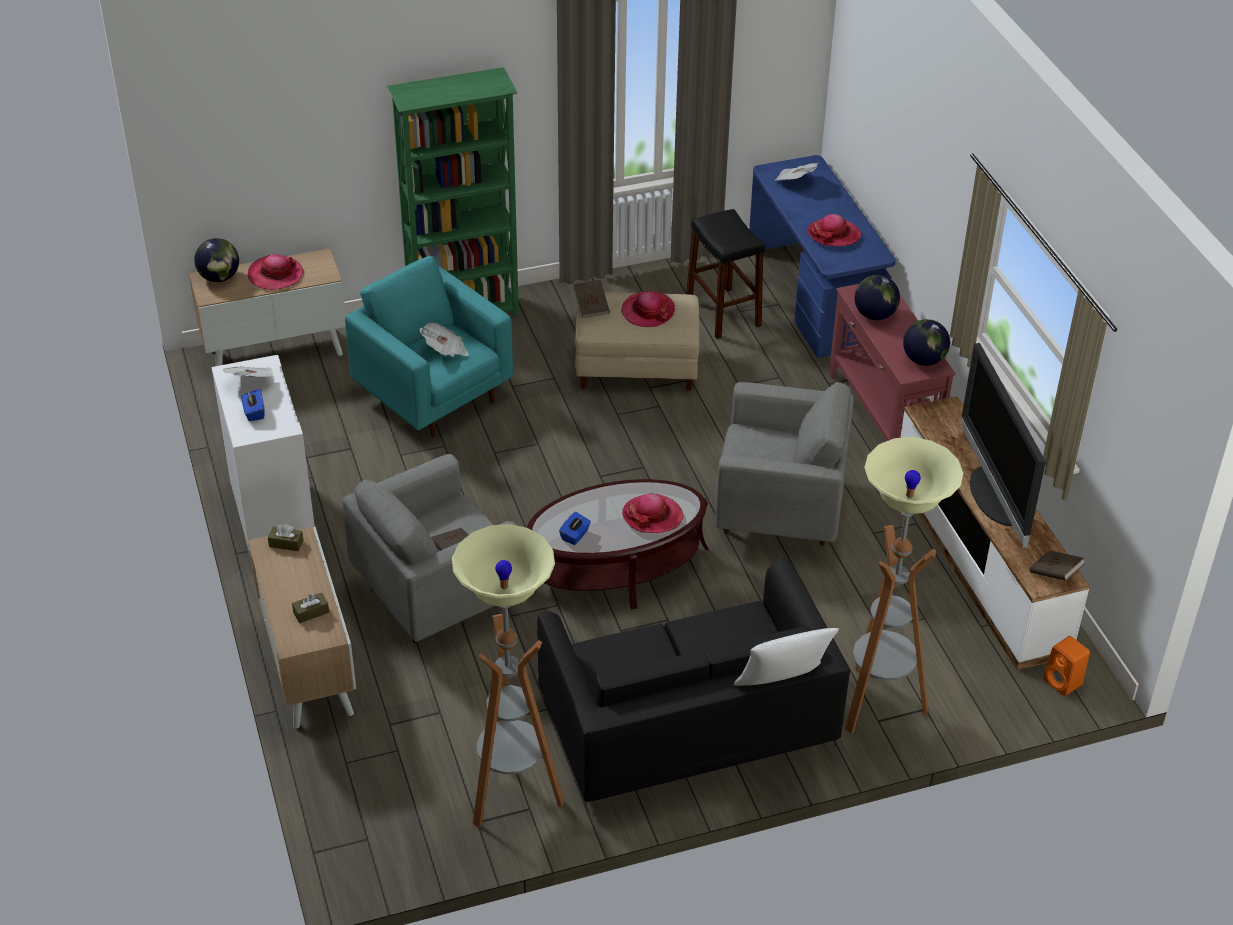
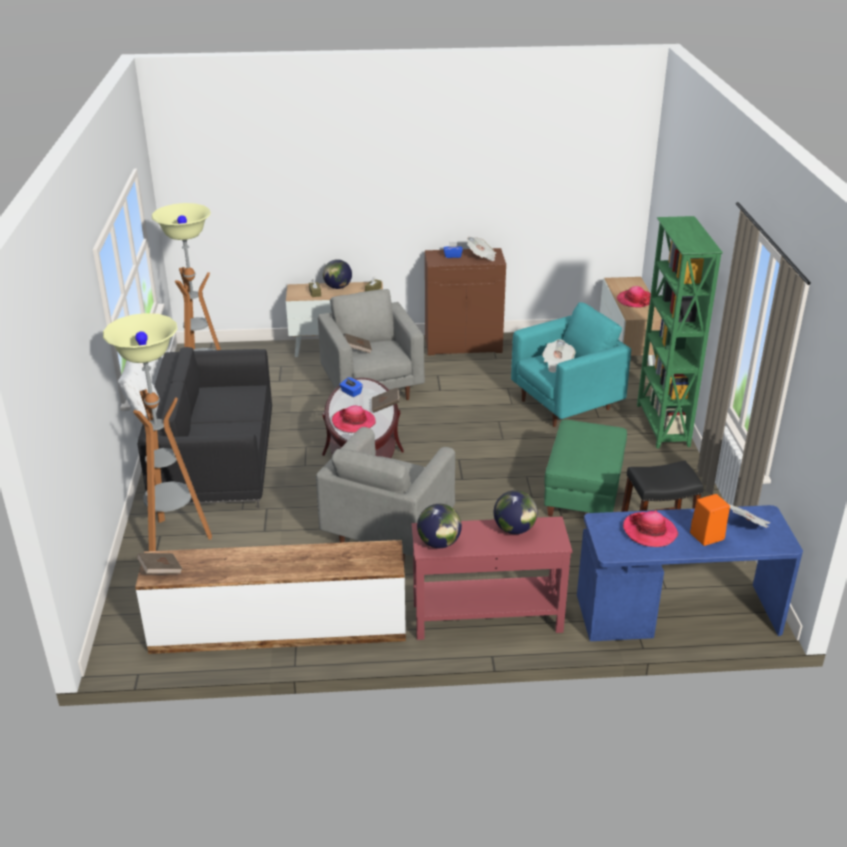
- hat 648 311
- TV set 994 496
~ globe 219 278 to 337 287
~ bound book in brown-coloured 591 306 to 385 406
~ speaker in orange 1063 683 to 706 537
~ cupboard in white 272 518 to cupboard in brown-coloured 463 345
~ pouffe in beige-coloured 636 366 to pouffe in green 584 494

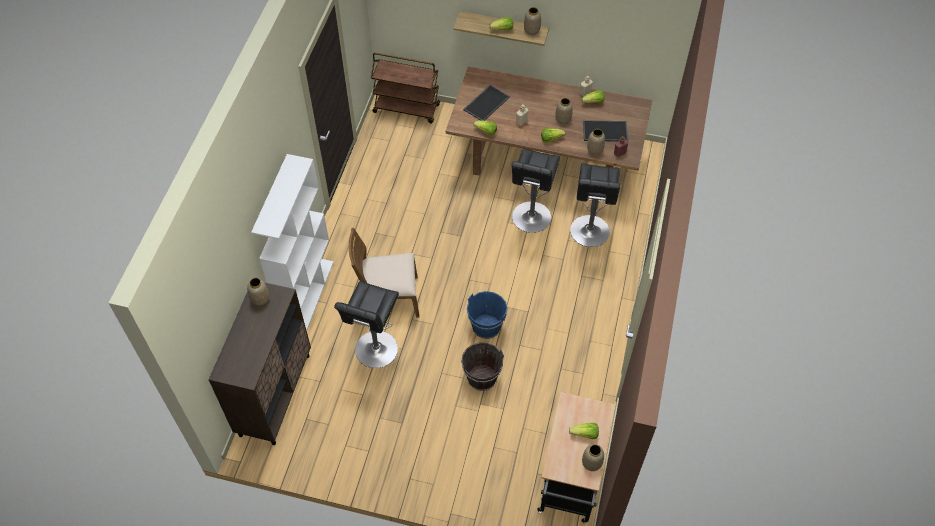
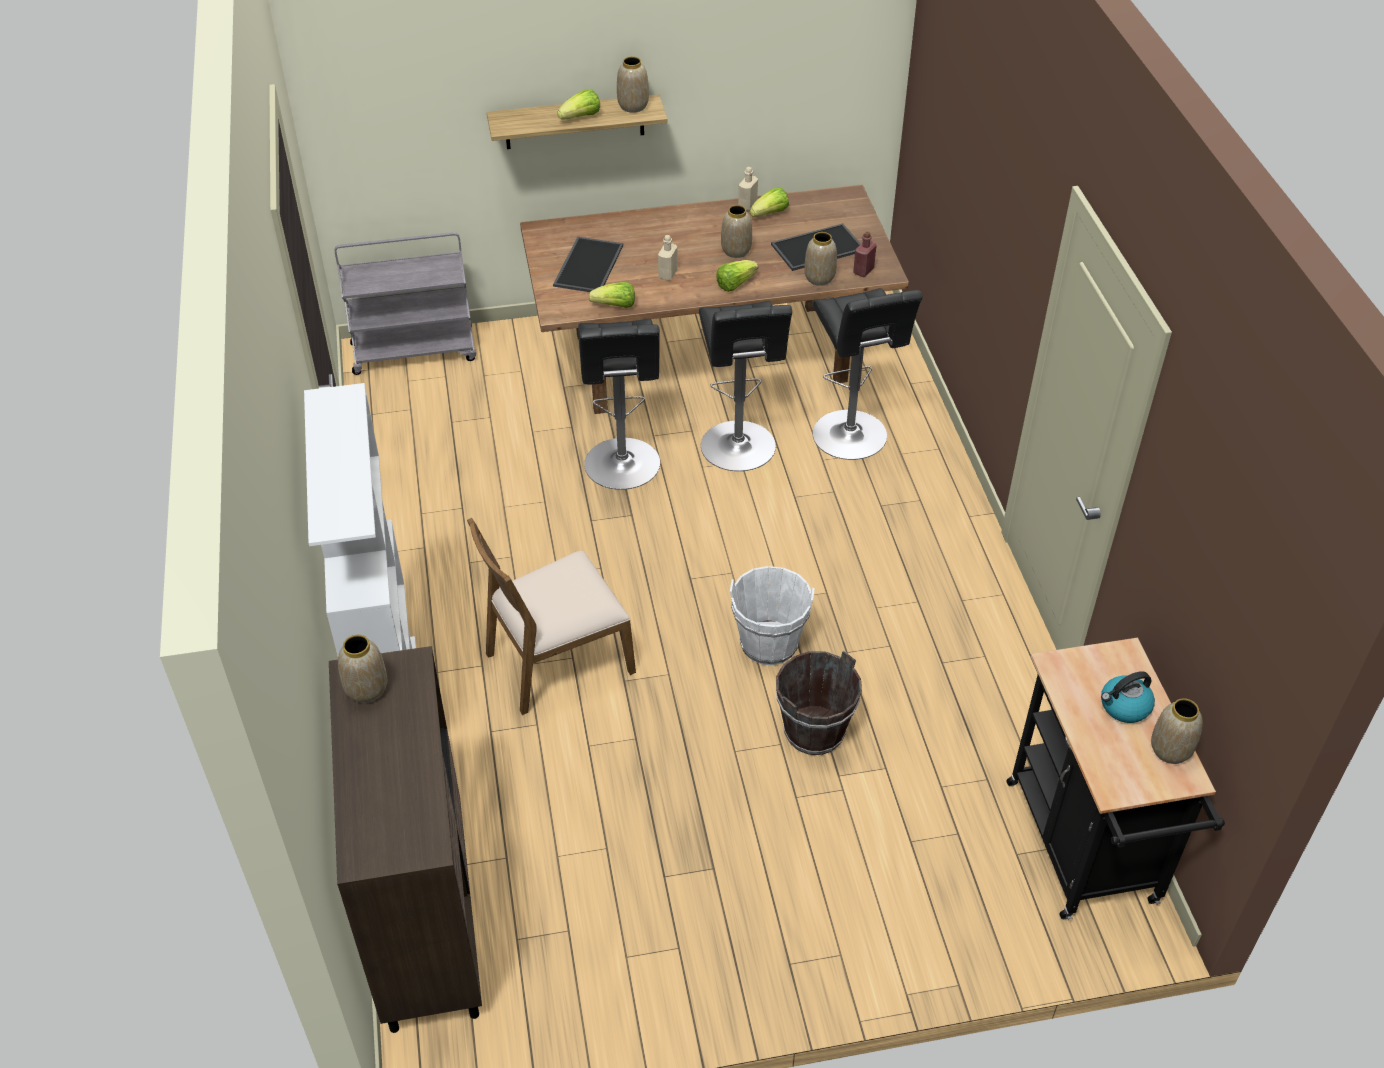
~ sitting stool in blackish 375 352 to 623 467
~ head of lettuce 585 434 to tea kettle 1124 707
~ wheeled cart in brown-coloured 407 108 to wheeled cart in gray 415 351
~ water bucket in bluish 486 327 to water bucket in white 768 644

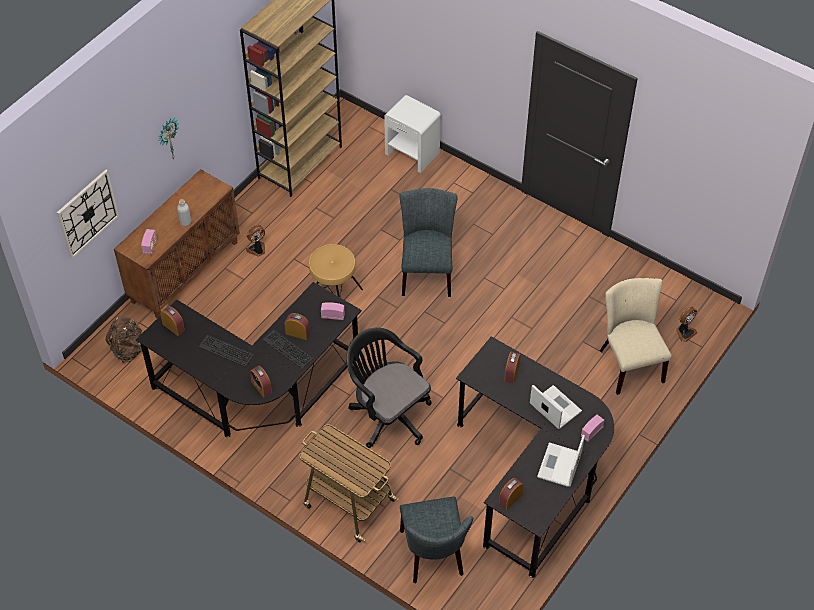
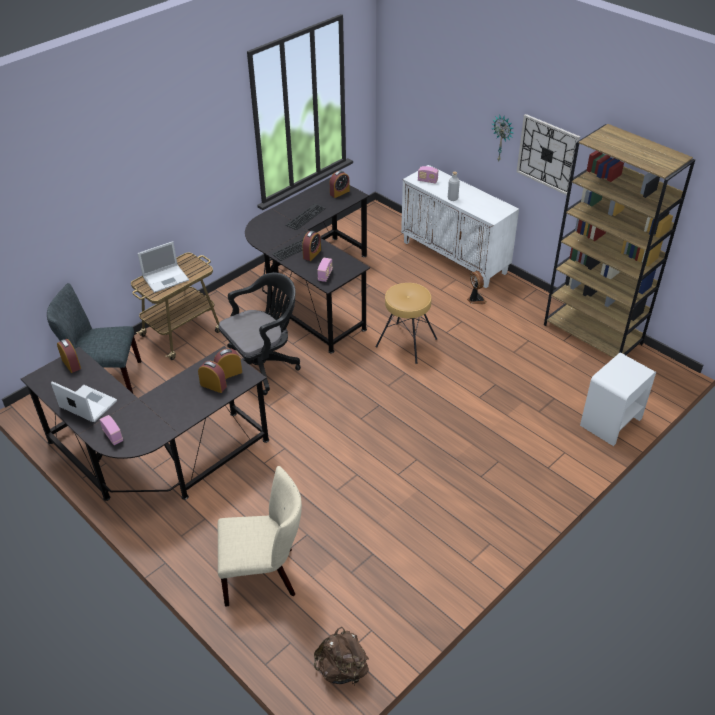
- upright chair in gray 426 271
- fan 684 332
~ hanging clock 87 213 to 547 154
~ knapsack in brown-coloured 128 349 to 342 669
~ alarm clock 261 387 to 229 373
~ portable computer 554 407 to 166 278
~ cupboard in brown-coloured 185 271 to cupboard in white 455 257

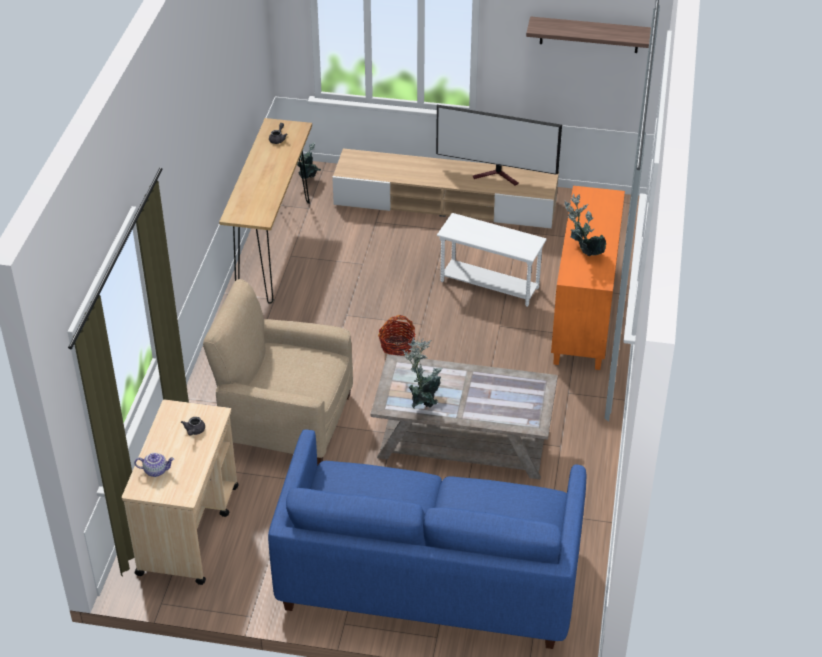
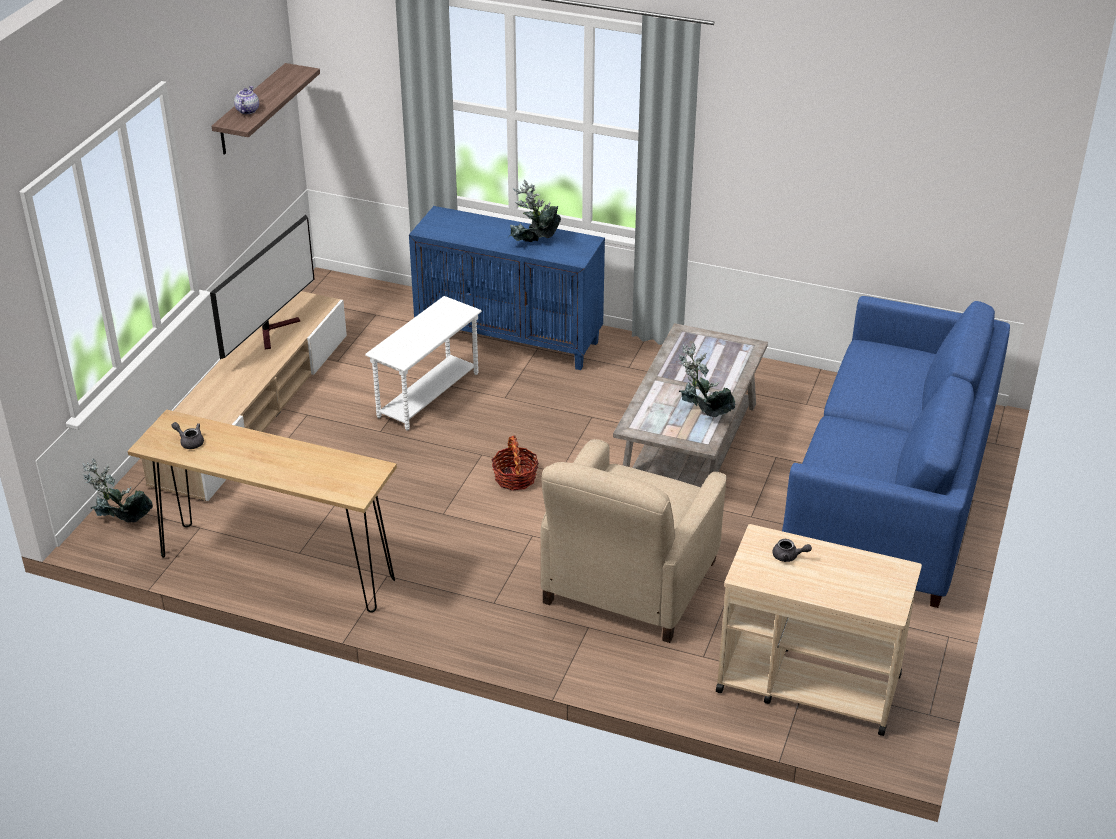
~ teapot 156 470 to 247 110
~ cupboard in orange 584 317 to cupboard in bluish 510 338

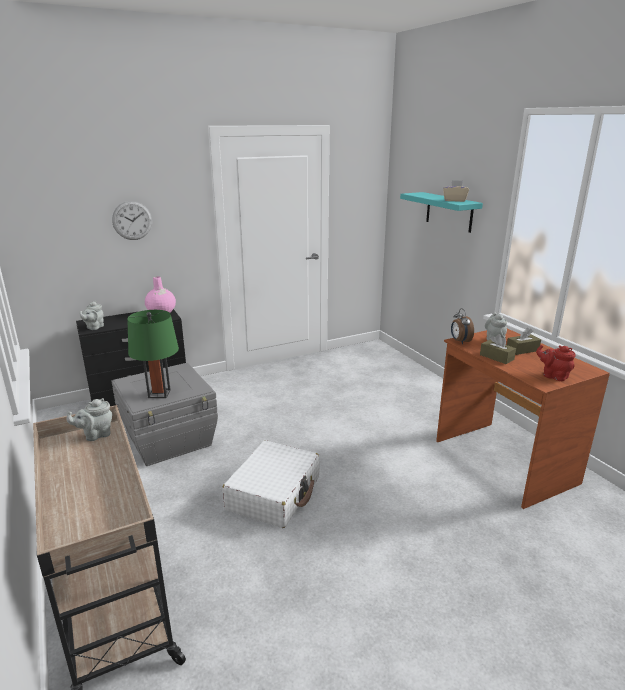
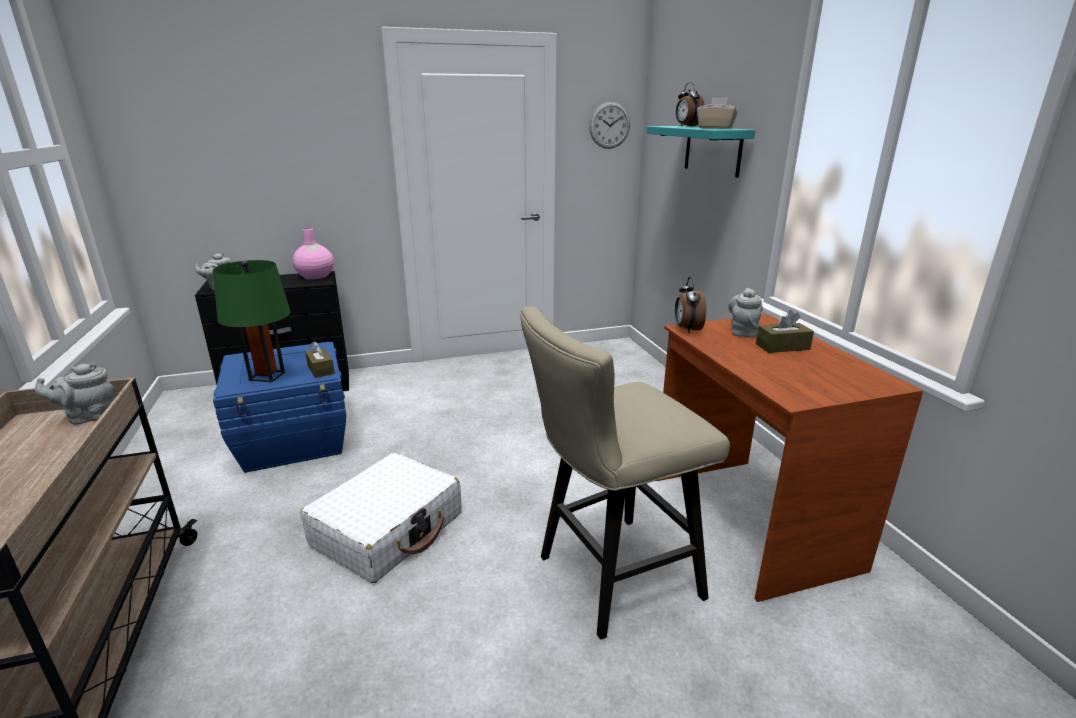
- teapot in reddish 553 376
+ sitting stool in beige-coloured 608 579
+ alarm clock 687 126
~ hanging clock 132 220 to 609 125
~ tissue holder in brown-coloured 496 357 to 320 369
~ storage bin in gray 170 439 to storage bin in bluish 294 441

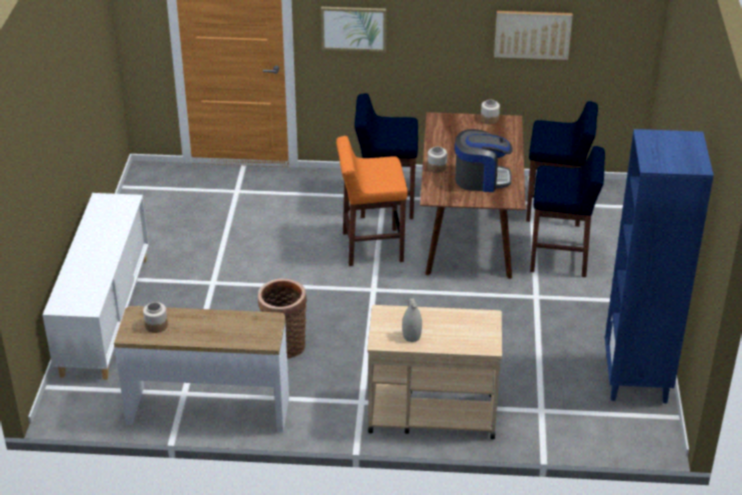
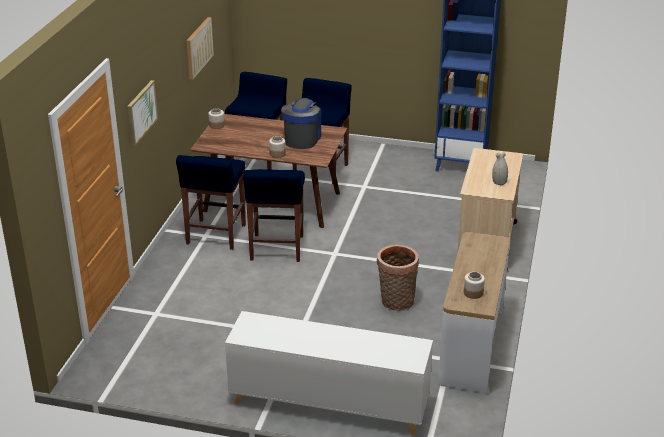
~ sitting stool in orange 371 247 to sitting stool in bluish 276 249

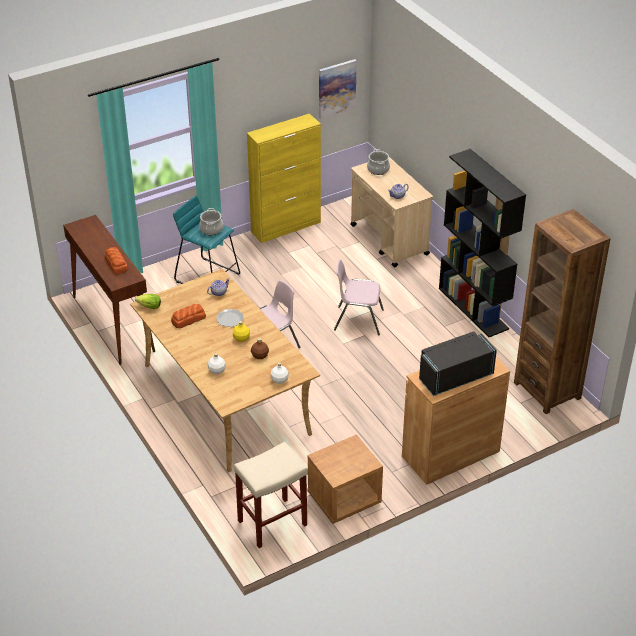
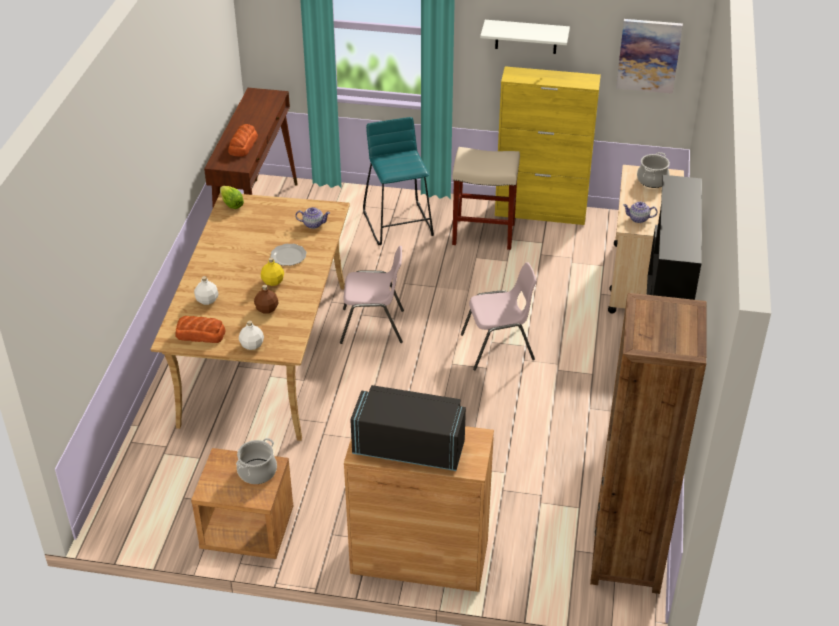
+ bracket shelf in white 526 36
~ bakery bread 188 319 to 200 334
~ stockpot 211 229 to 257 471
~ sitting stool in beige-coloured 271 523 to 482 234
~ upright chair in pink 358 320 = 498 348 120 degrees clockwise

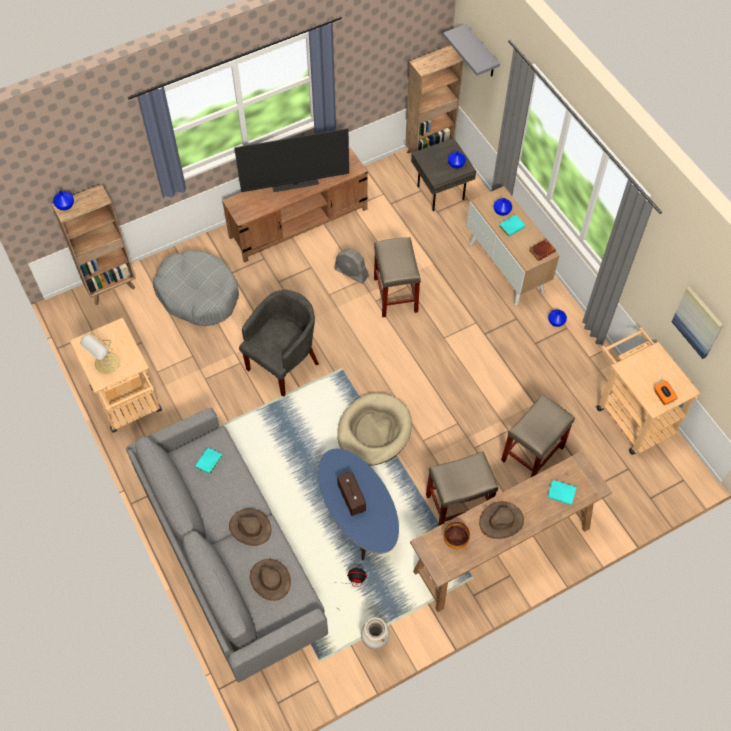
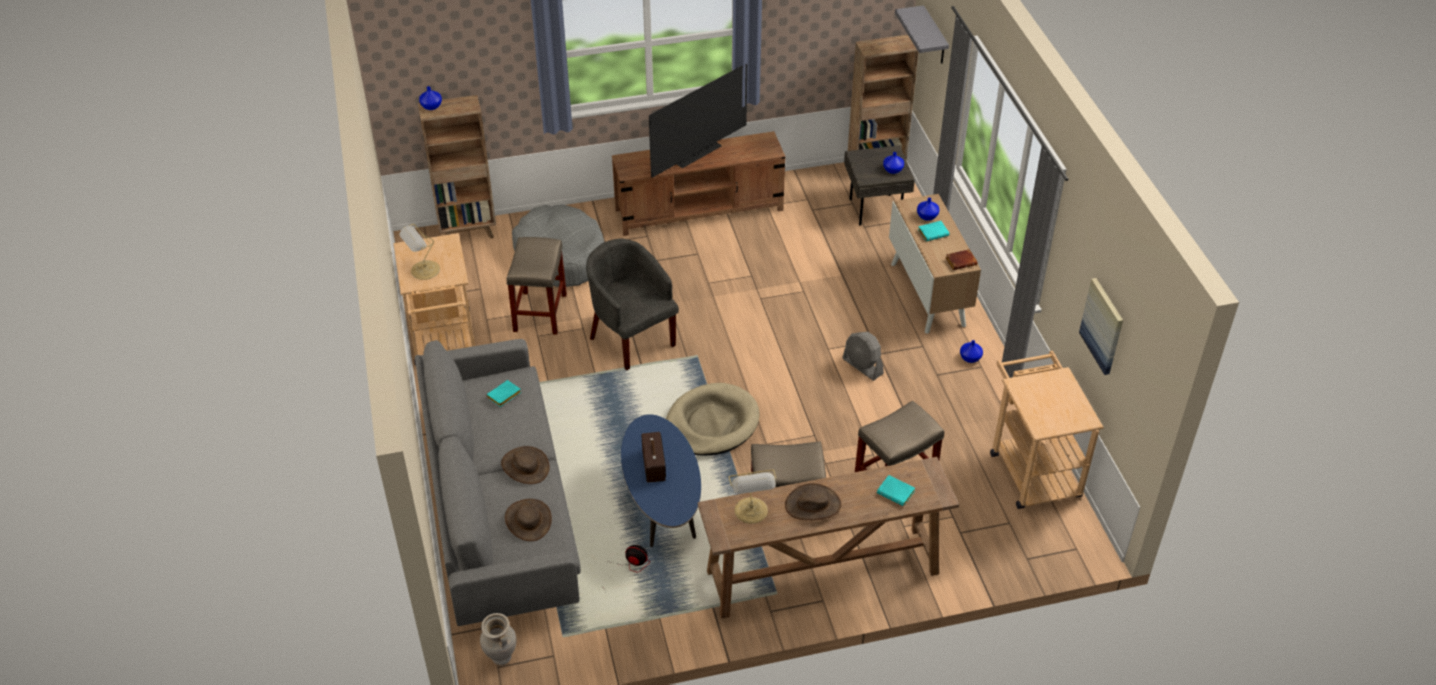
- tissue holder in orange 663 397
~ fan in gray 351 273 to 862 366
~ flower vase in beige-coloured 374 641 to 501 658
~ sitting stool in beige-coloured 395 294 to 540 312
~ deep dish 455 540 to lamp for a table 751 512
~ TV set 295 185 = 698 155 45 degrees counterclockwise
~ lounge chair in gray 283 363 = 631 338 90 degrees counterclockwise

